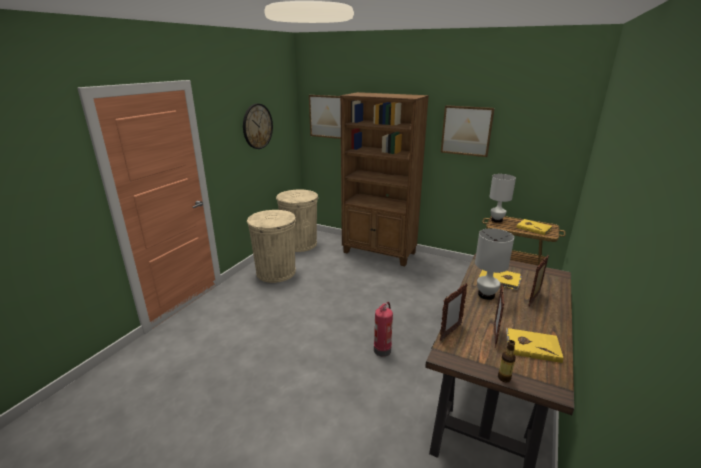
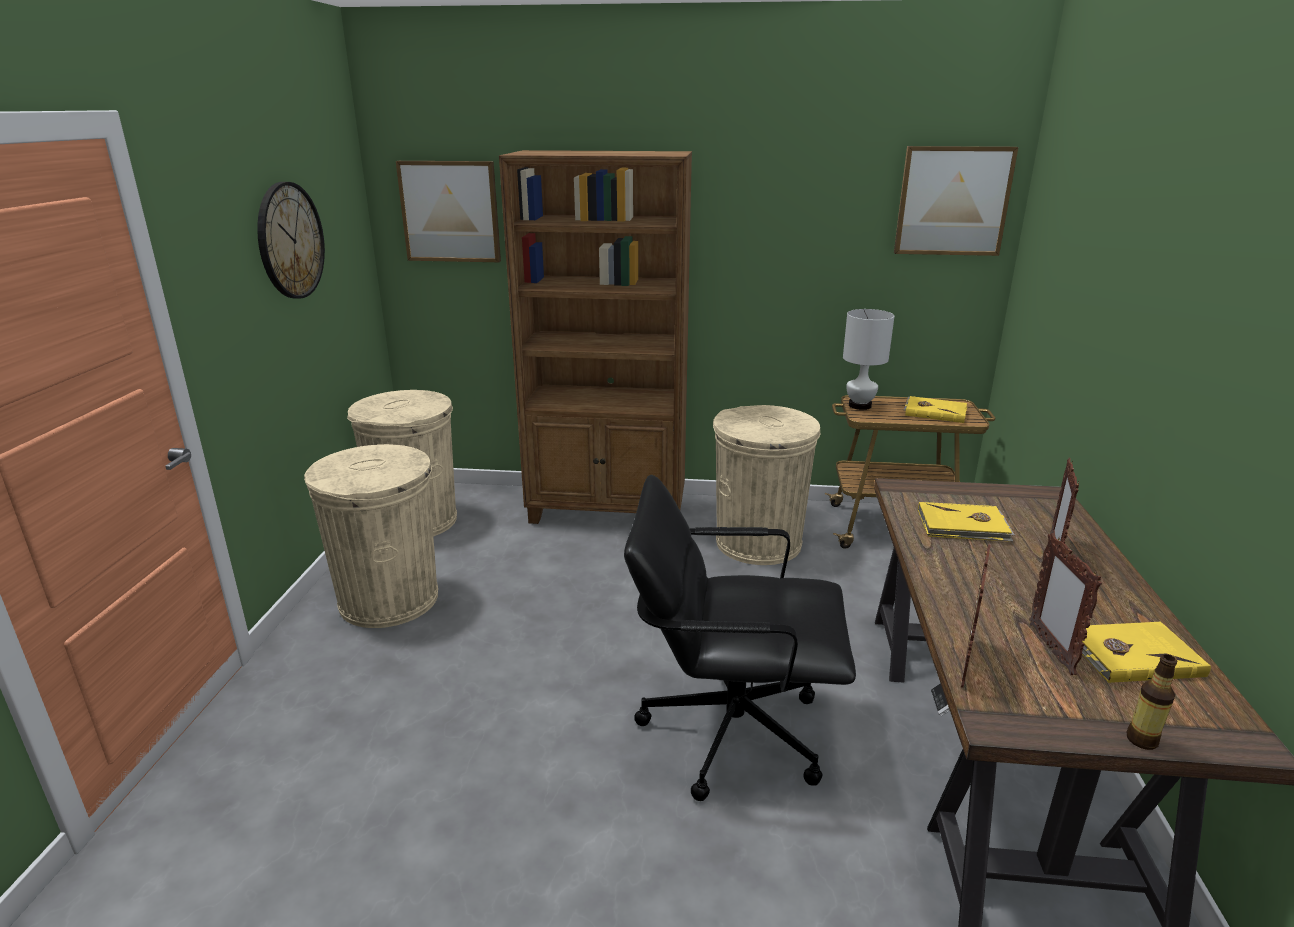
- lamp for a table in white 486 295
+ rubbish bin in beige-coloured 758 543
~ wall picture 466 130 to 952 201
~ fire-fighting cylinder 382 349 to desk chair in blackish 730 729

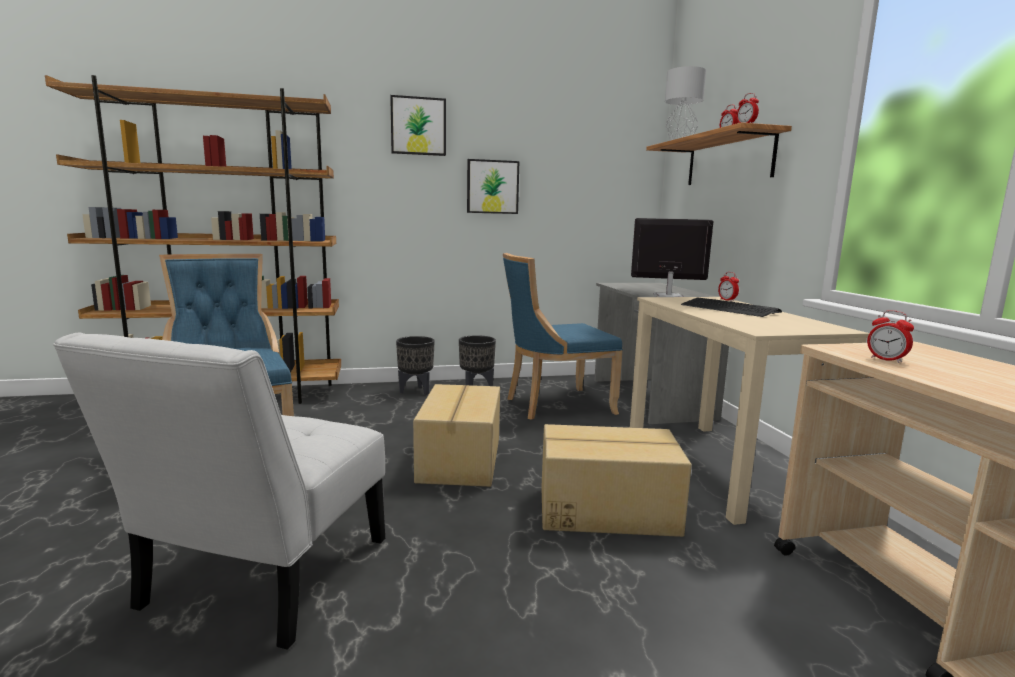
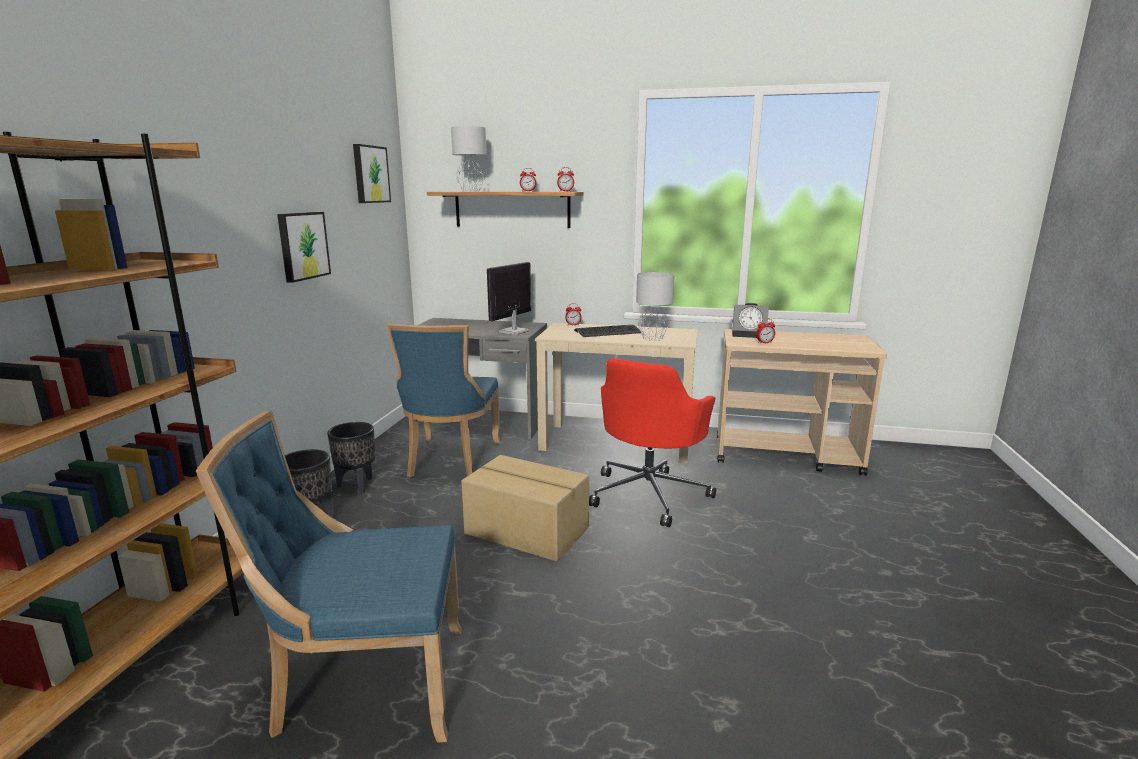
- upright chair in white 260 580
+ lamp for a table in gray 653 339
+ alarm clock 750 334
~ wall picture 418 126 to 370 174
~ carton 606 509 to desk chair in reddish 649 494

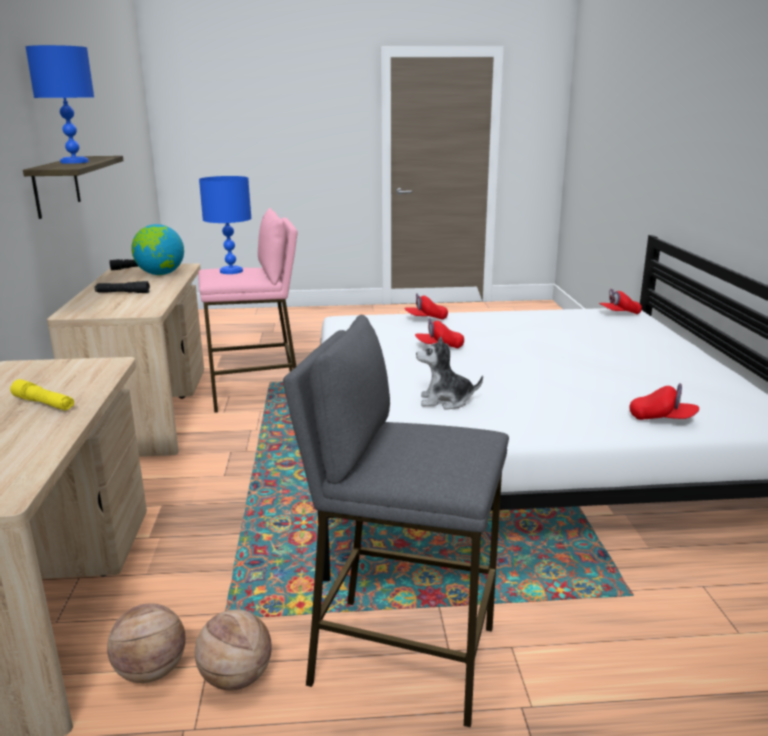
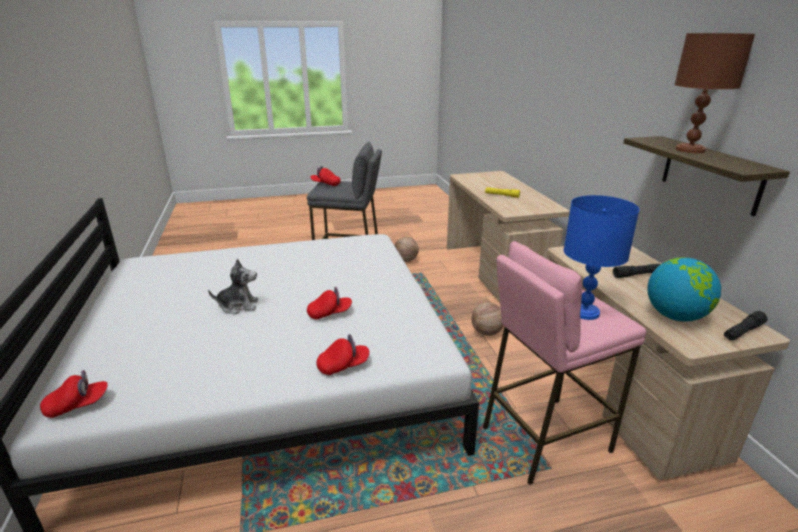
~ ball for basketball 151 671 to 487 332
~ plush toy 445 401 to 238 306
~ baseball cap in reddish 662 419 to 326 184
~ lamp for a table in bluish 74 162 to lamp for a table in brown-coloured 689 150

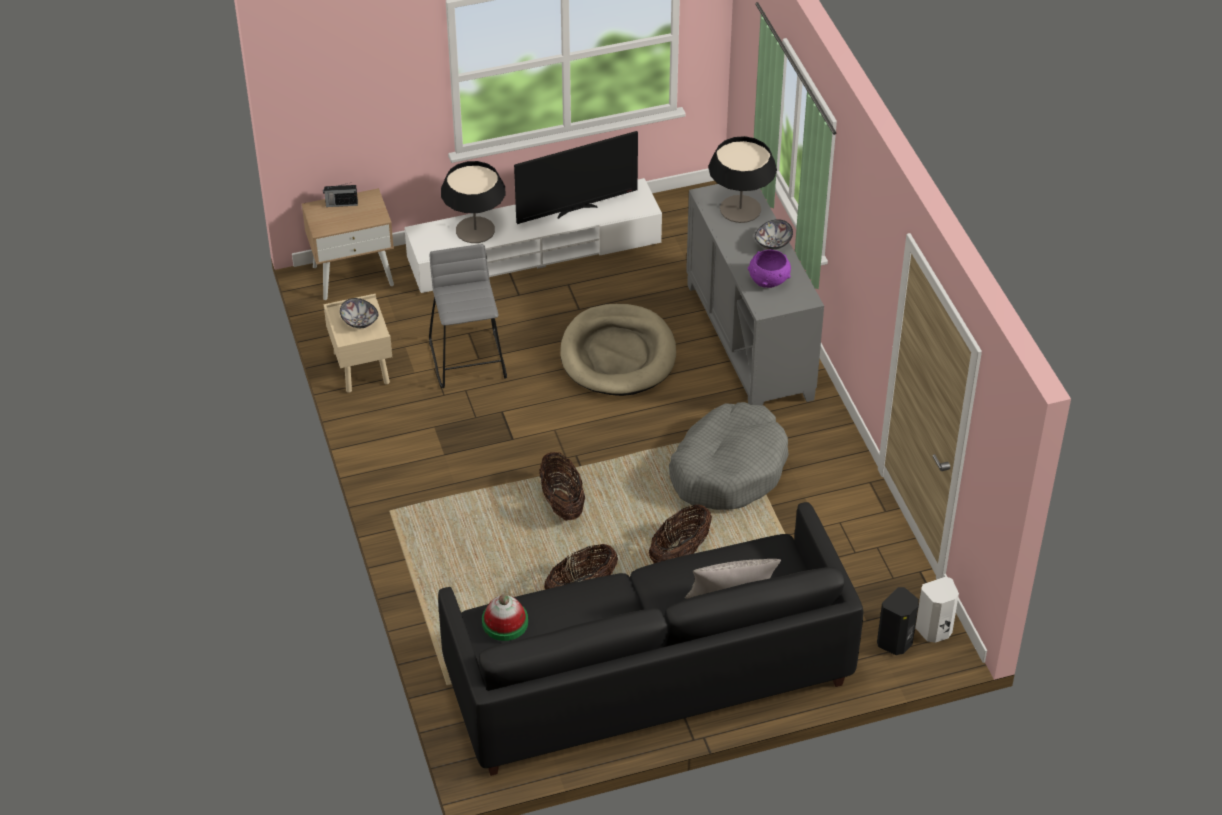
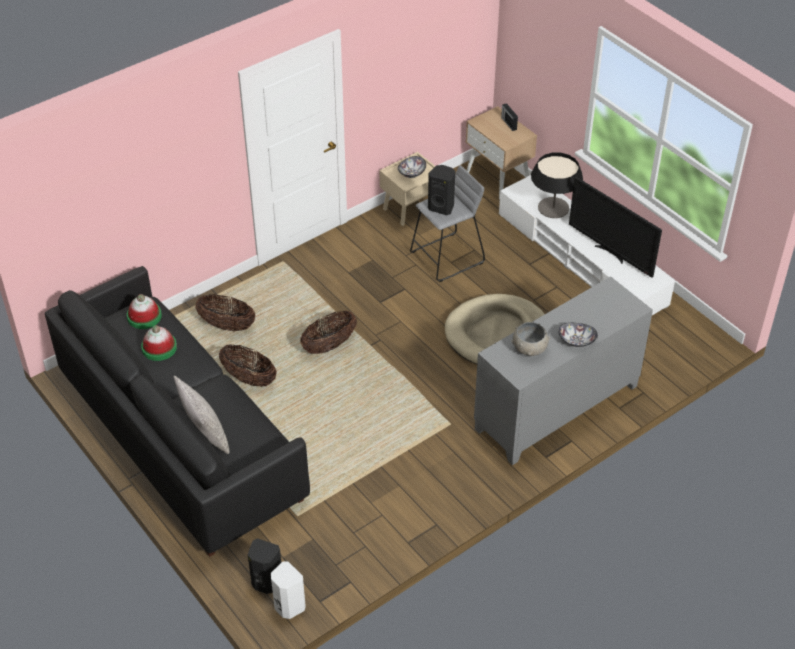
- dog bed in gray 728 469
- lamp for a table 740 209
+ hat 159 348
+ speaker in blackish 442 207
~ storage basket 679 553 to 227 325
~ deep dish in purple-coloured 769 280 to deep dish in gray 529 349

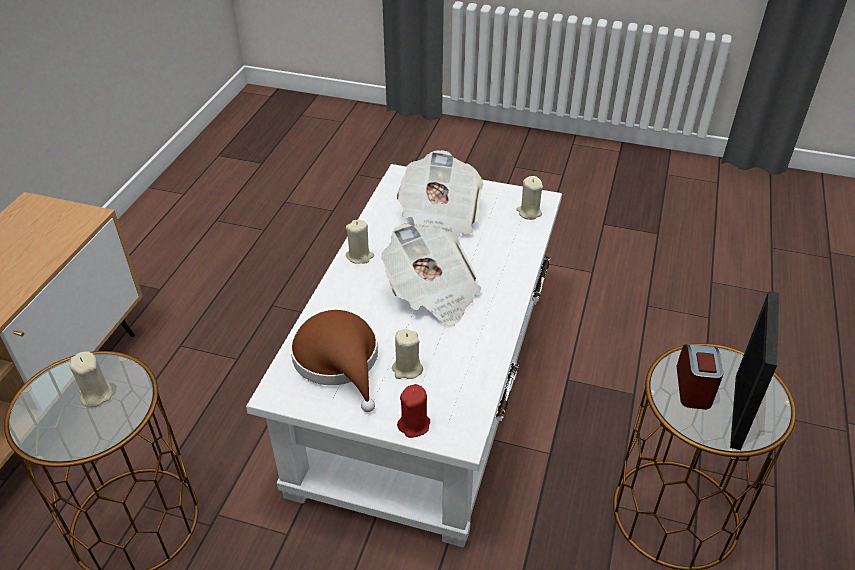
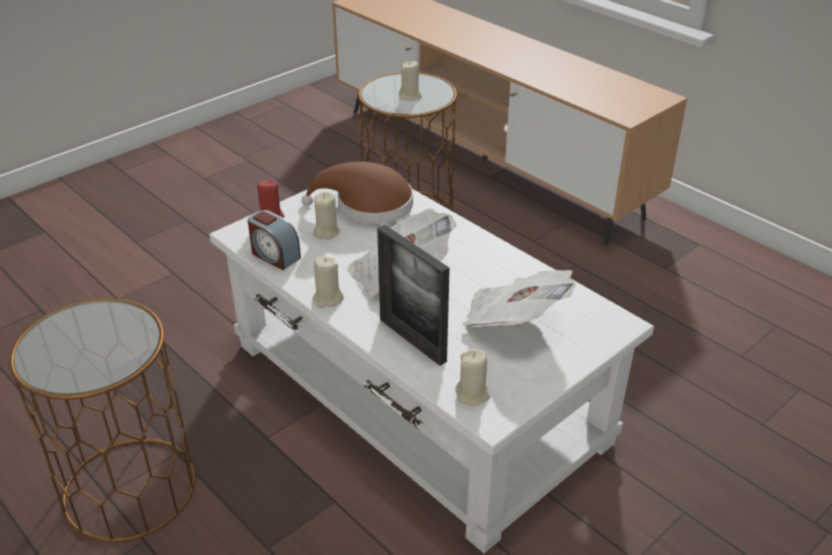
~ candle in beige-coloured 359 256 to 327 299
~ alarm clock 694 387 to 274 255
~ picture frame 738 411 to 412 340

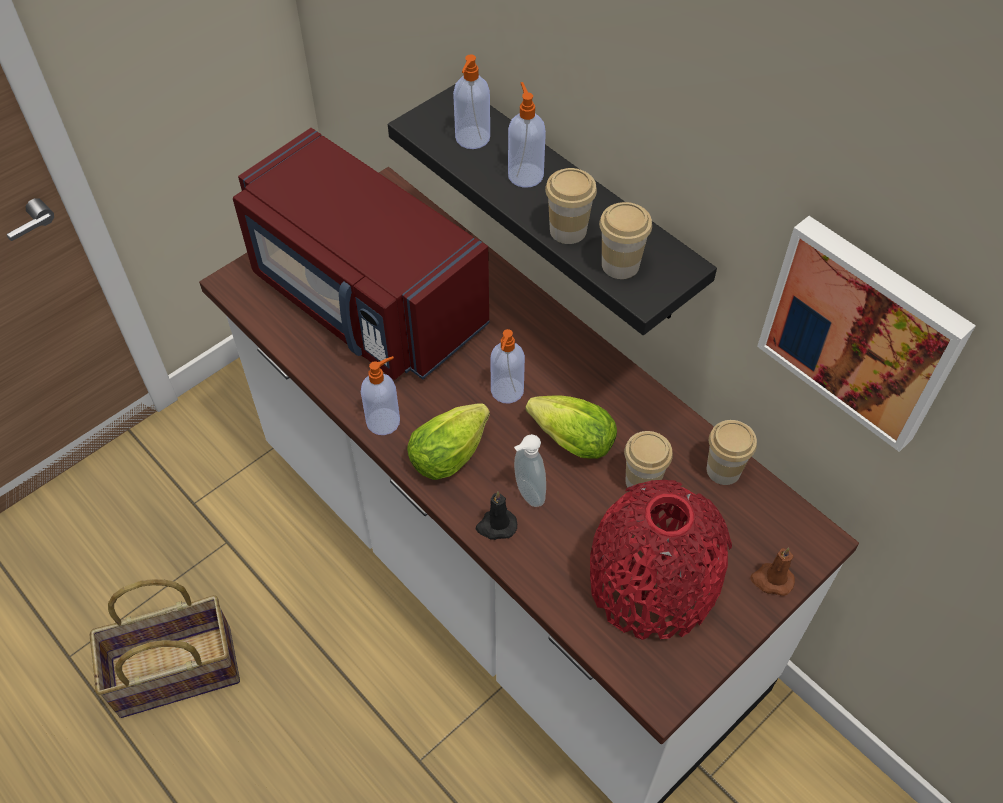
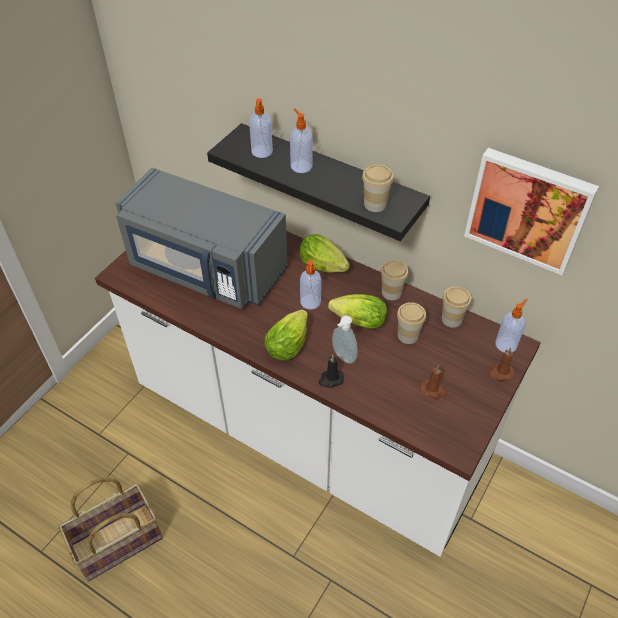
+ head of lettuce 325 267
~ soap bottle 384 421 to 506 344
~ small cup 568 230 to 391 292
~ flower vase in reddish 652 583 to candle in brown-coloured 433 390
~ microwave oven in reddish 365 300 to microwave oven in gray 205 268

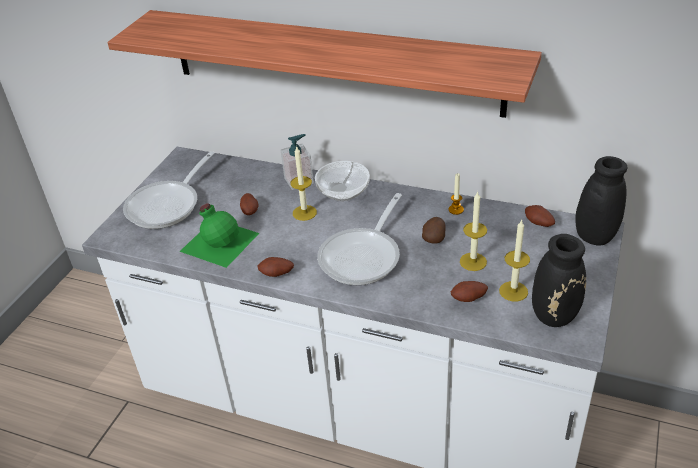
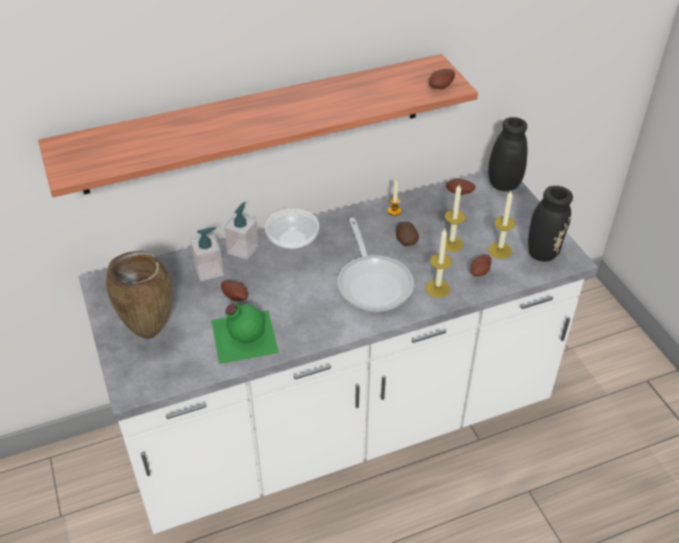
+ soap bottle 209 270
~ whole potato 276 275 to 441 87
~ candle 304 213 to 437 288
~ pan 168 205 to flower vase in brown-coloured 151 332

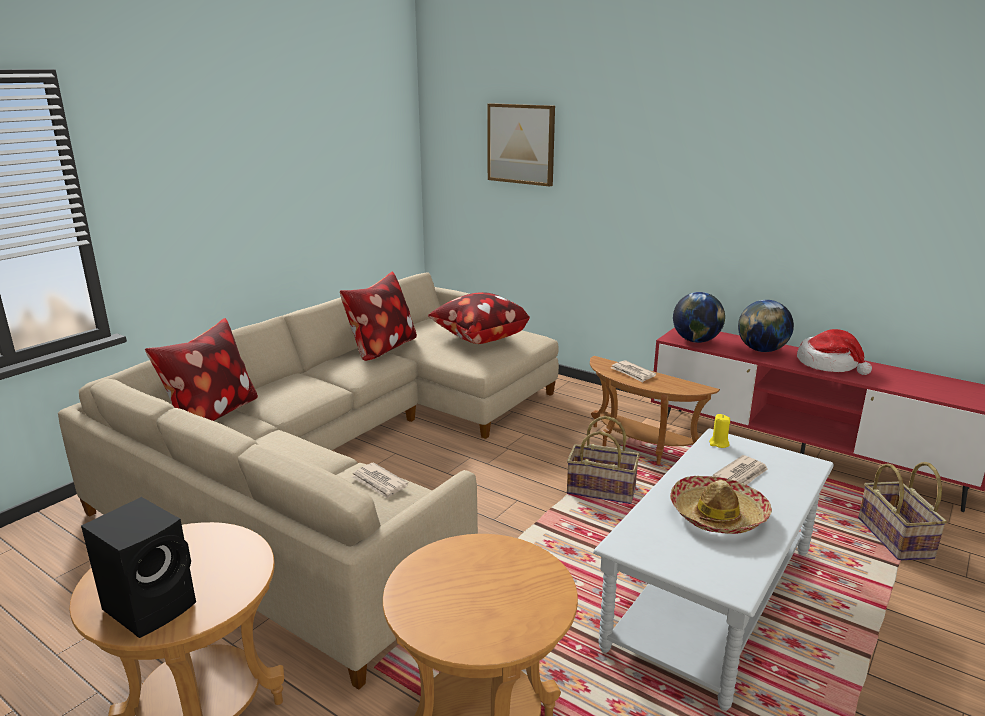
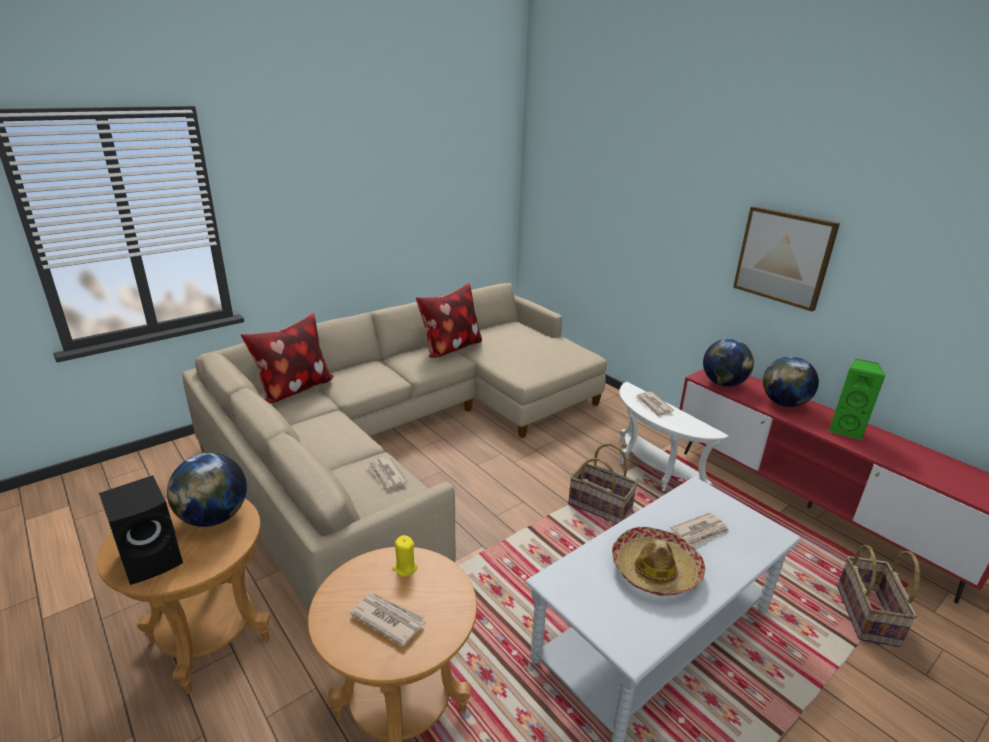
- pillow 478 338
+ globe 214 517
+ printed paper 388 619
~ wall picture 521 144 to 783 257
~ candle in yellow 719 443 to 405 568
~ hat 828 364 to speaker in green 845 430
~ end table in brown-coloured 638 448 to end table in white 652 471

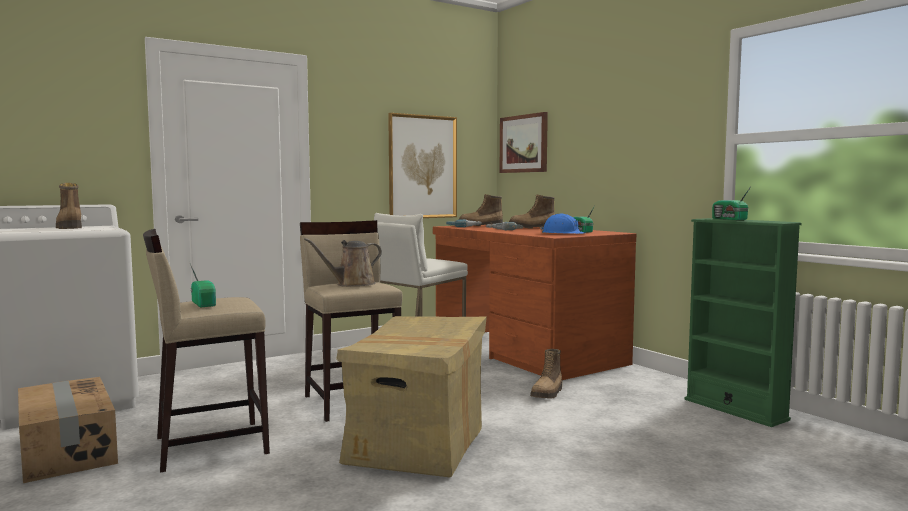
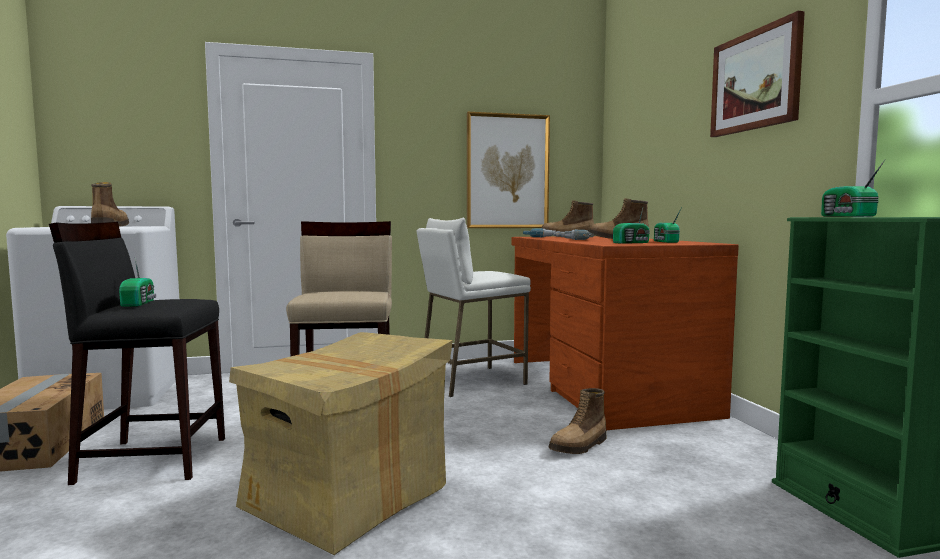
- watering can in brown-coloured 352 284
~ wall picture 524 144 to 755 80
~ hard hat in bluish 562 233 to radio receiver 632 243
~ sitting stool in beige-coloured 210 445 to sitting stool in blackish 153 459

